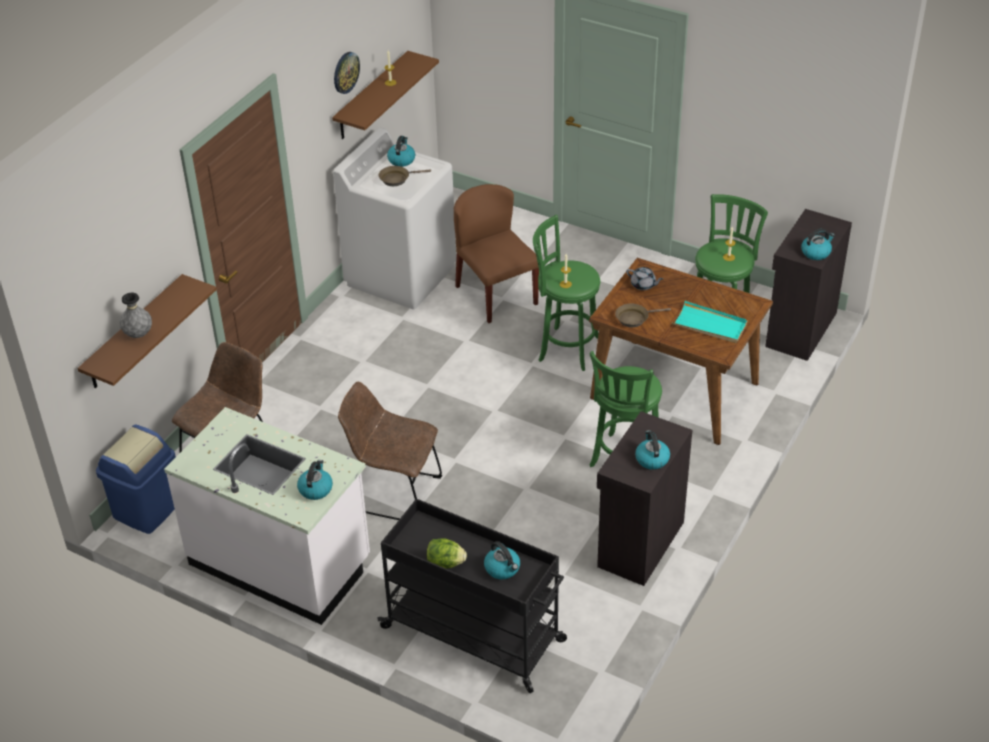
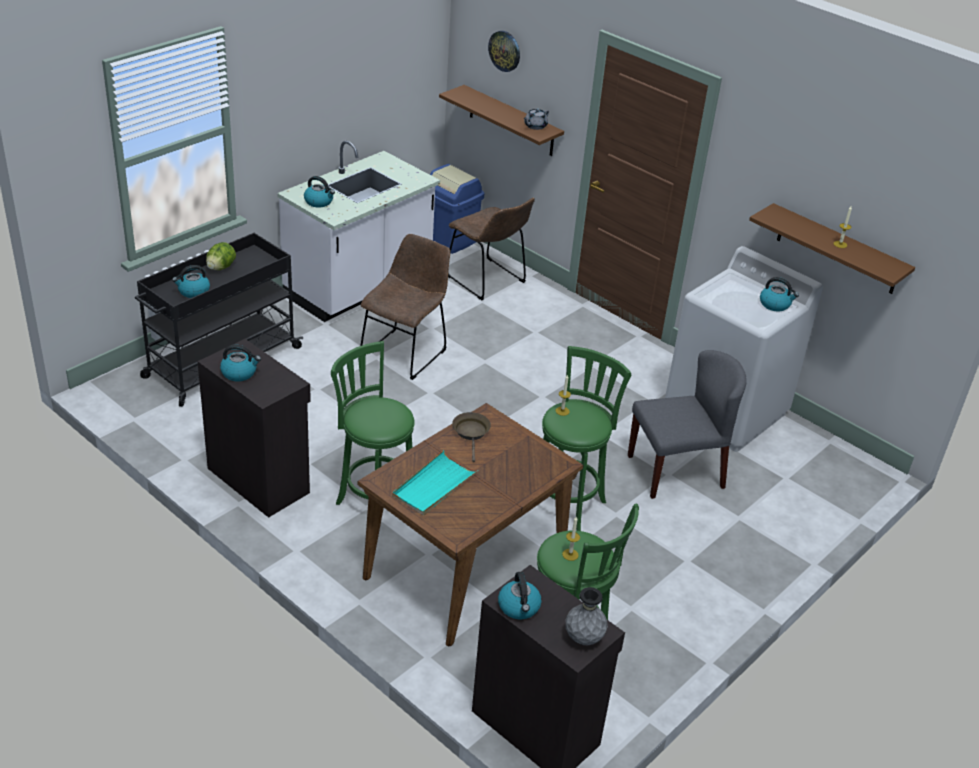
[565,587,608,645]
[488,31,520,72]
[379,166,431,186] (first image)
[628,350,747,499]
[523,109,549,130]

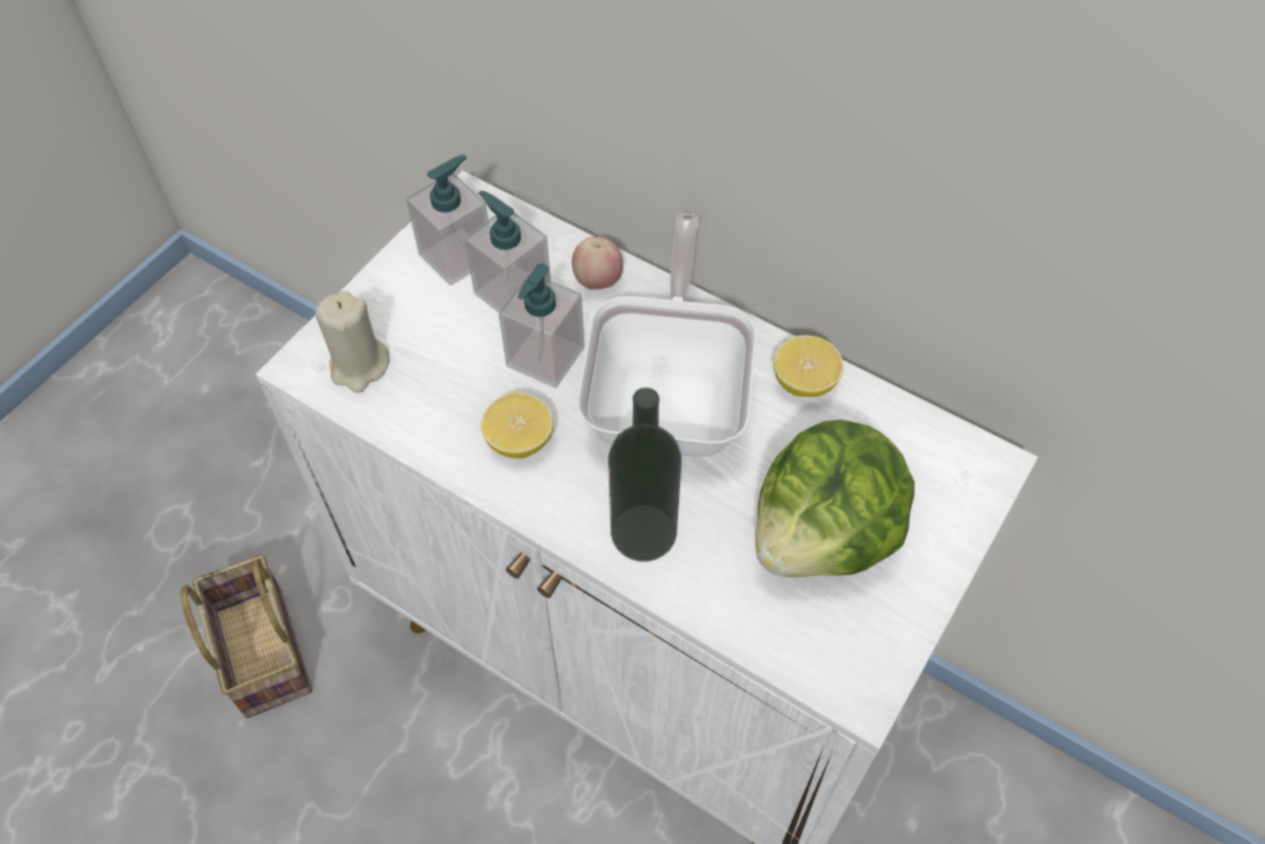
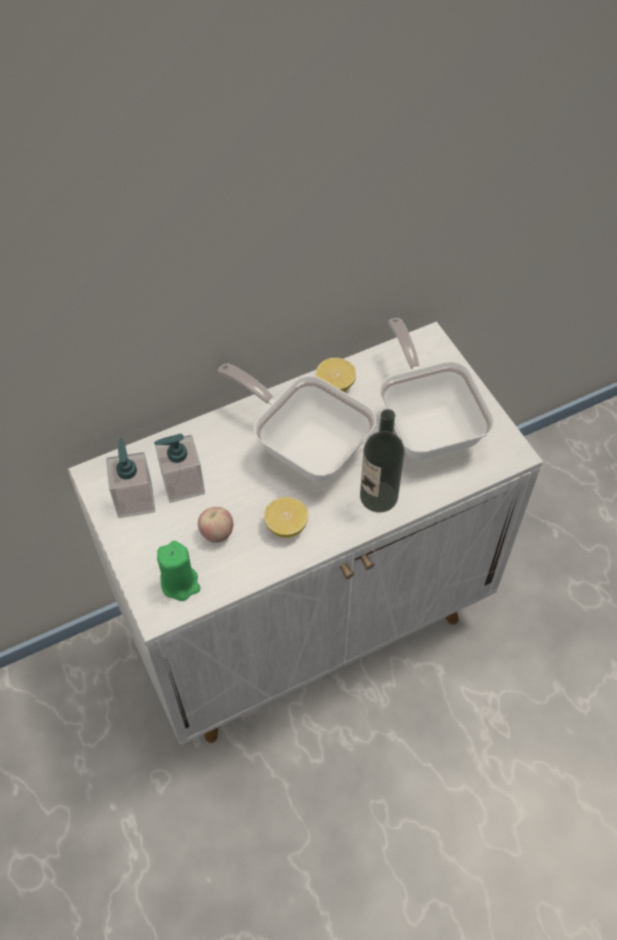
[181,555,312,718] (first image)
[157,541,201,601]
[498,263,585,388] (first image)
[198,507,233,543]
[379,318,495,461]

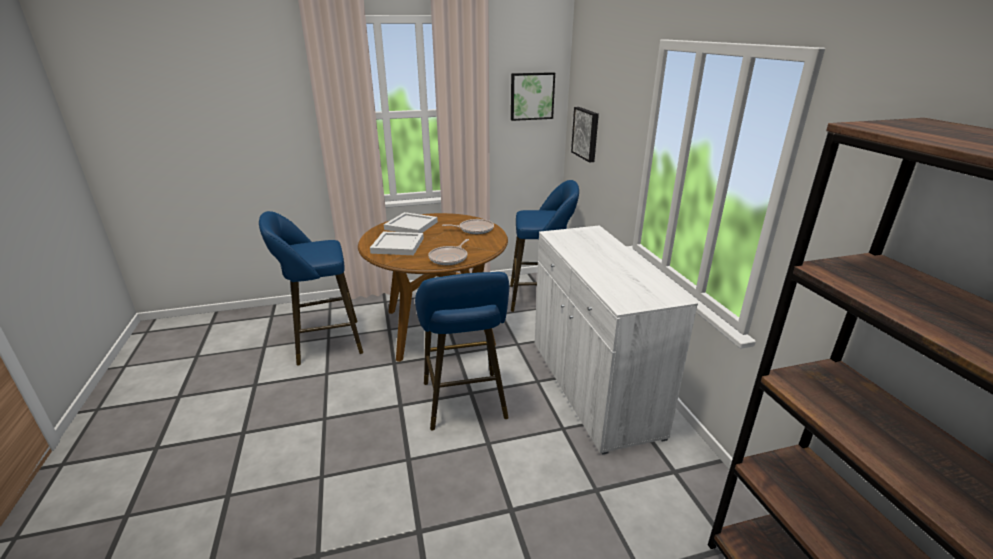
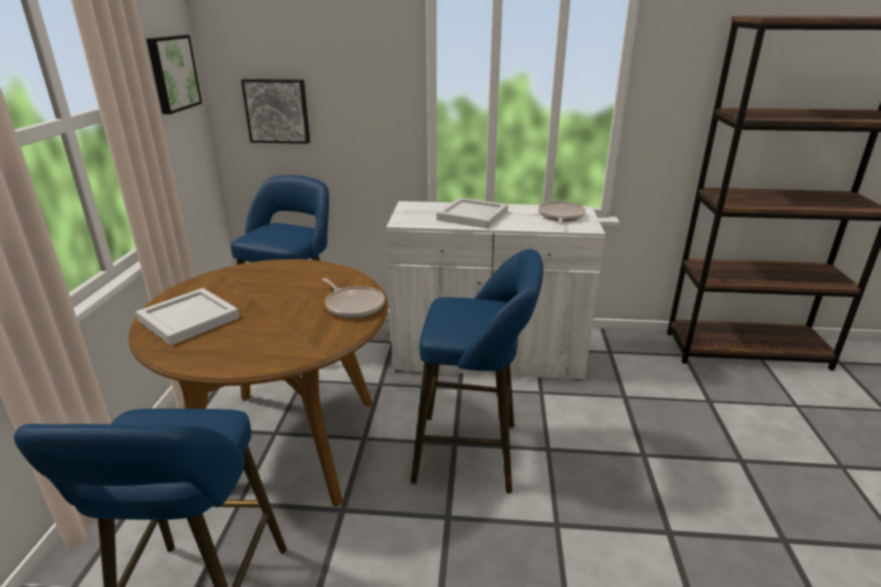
[437,197,508,229]
[538,201,586,224]

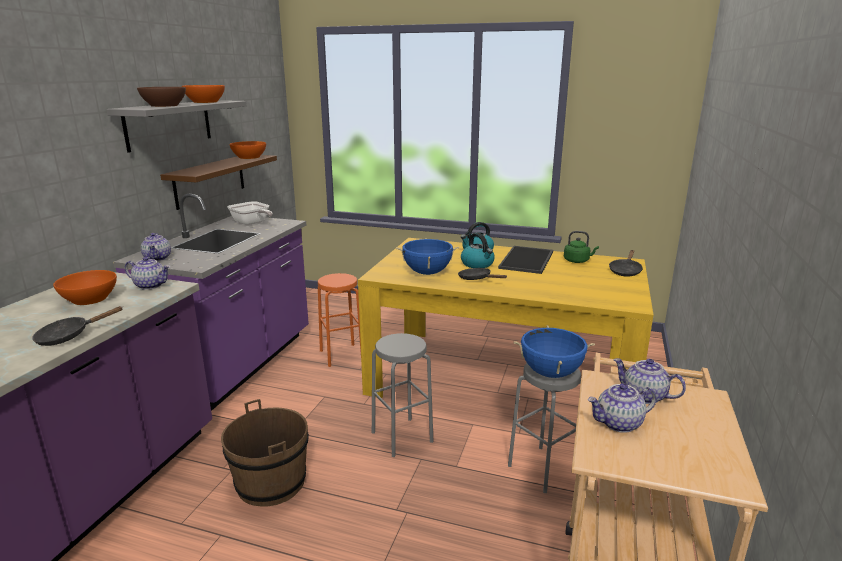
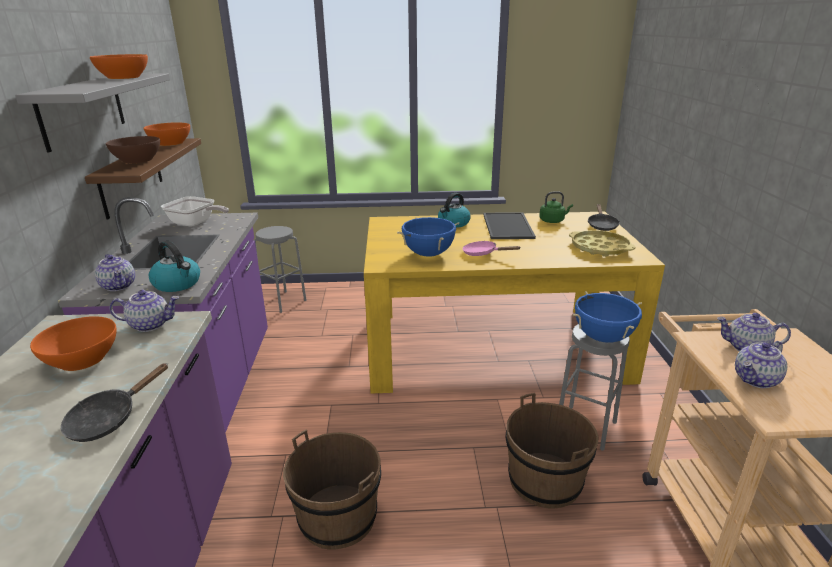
[106,136,160,163]
[318,273,361,367] (first image)
[254,226,306,313]
[462,241,521,256]
[149,241,200,292]
[505,393,598,509]
[569,230,636,257]

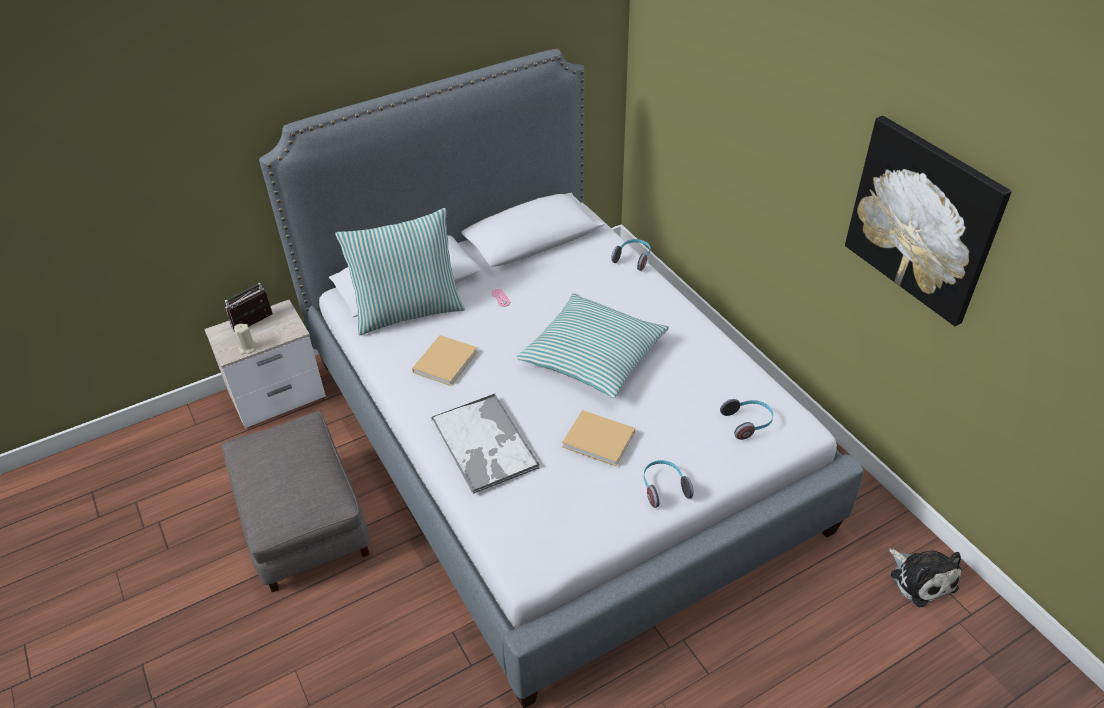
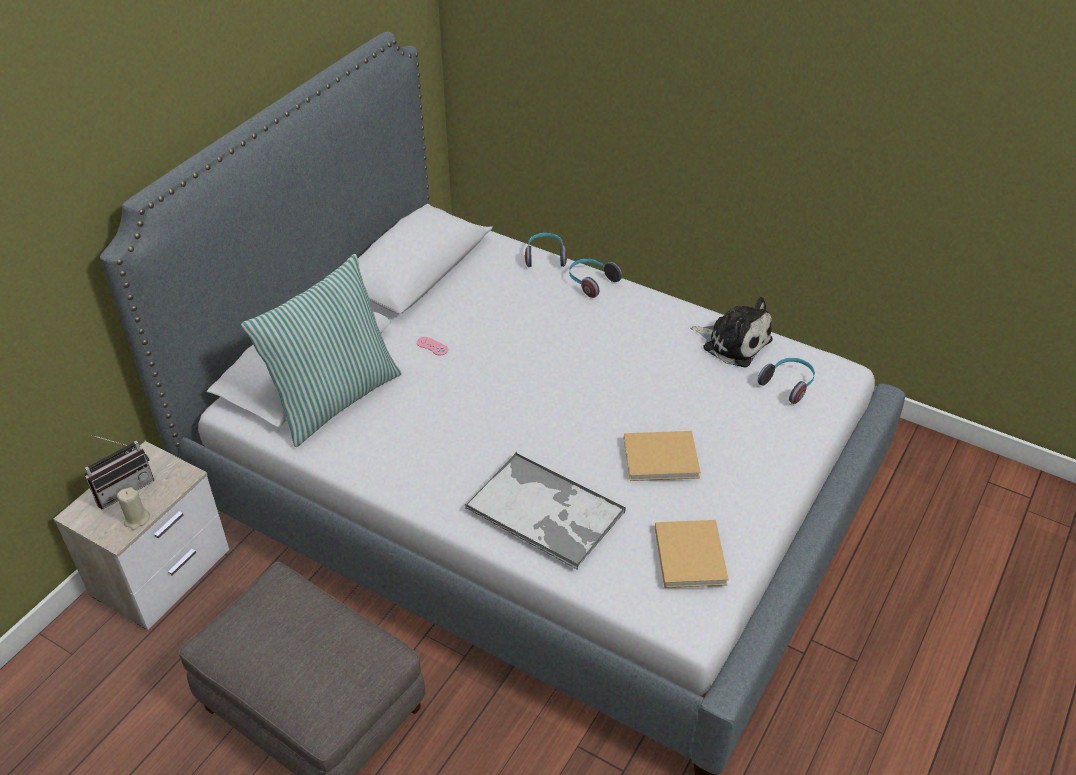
[84,435,154,509]
[655,520,729,588]
[516,293,669,398] (first image)
[569,259,622,298]
[845,116,1012,326] (first image)
[690,297,773,367]

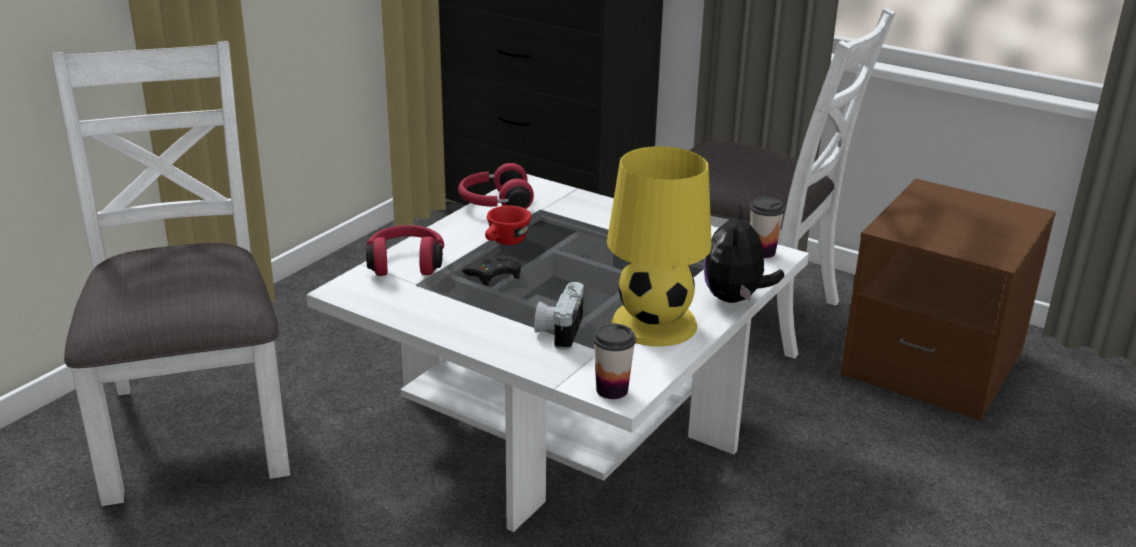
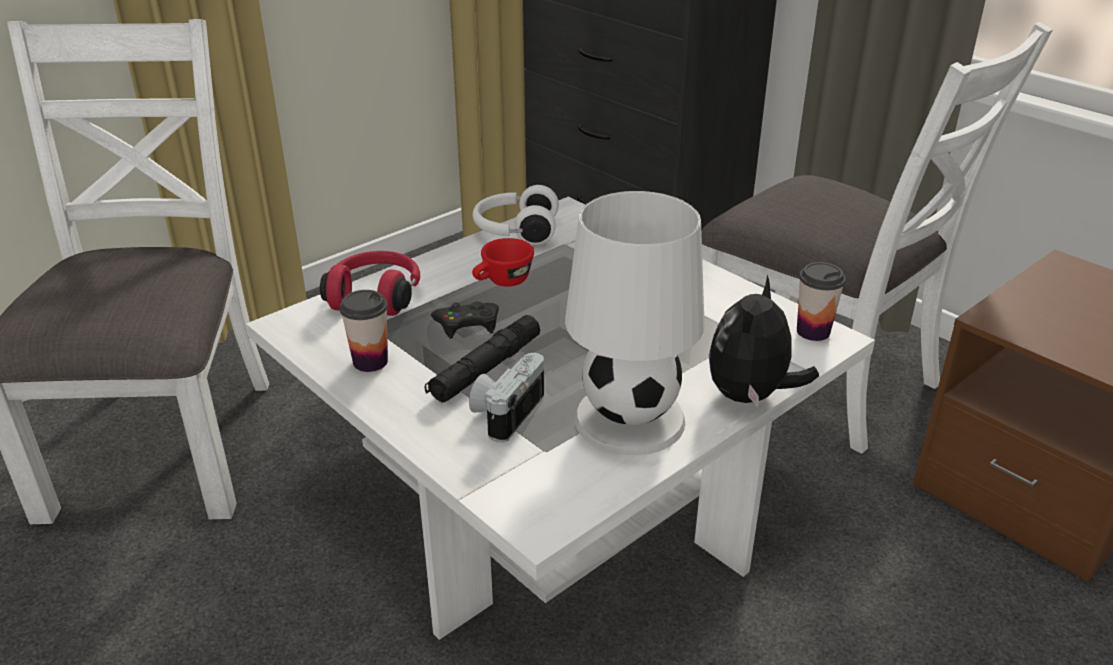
[473,185,559,245]
[339,290,388,372]
[565,191,705,455]
[424,315,540,403]

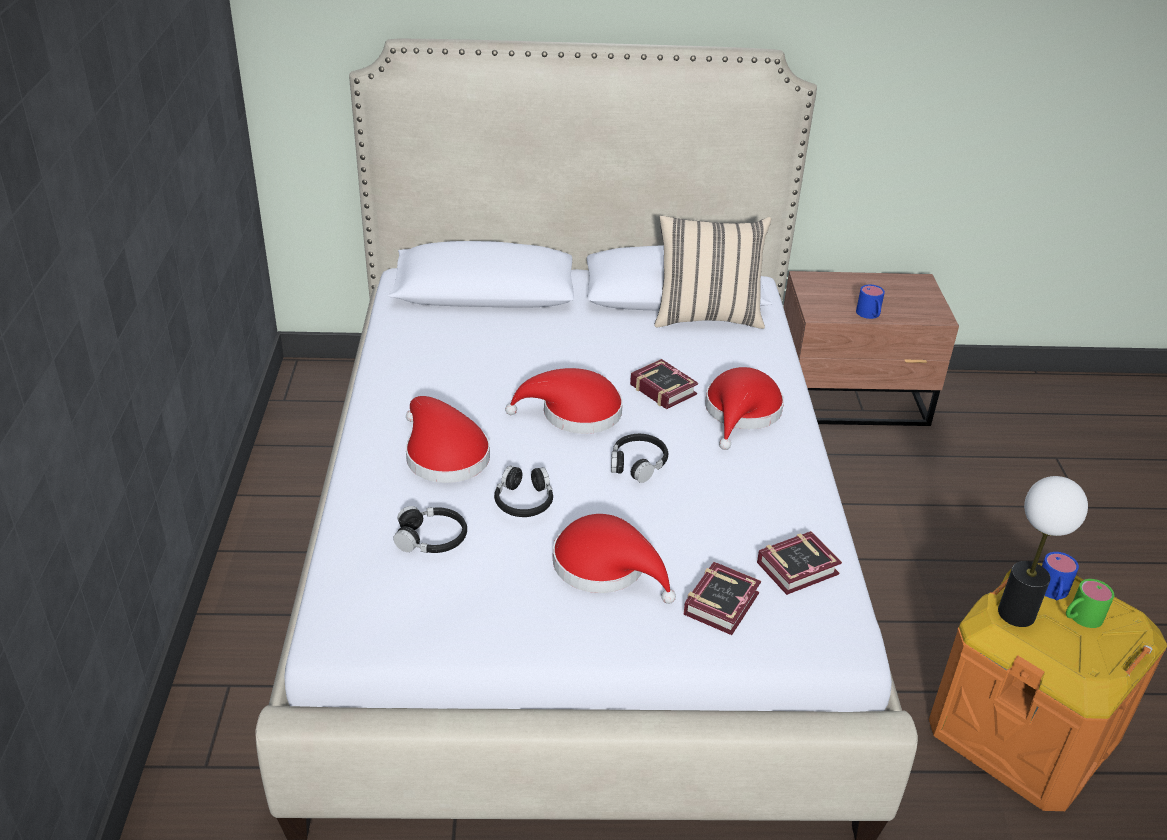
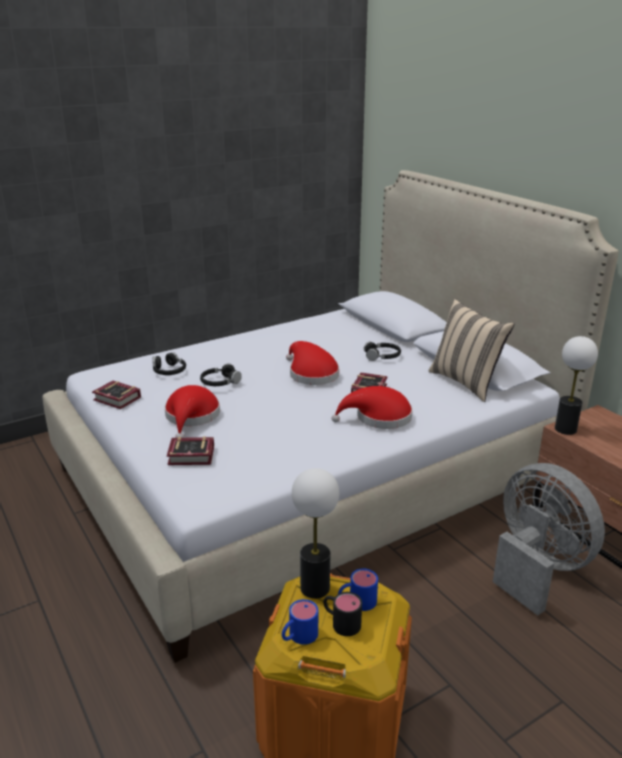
[406,396,490,483] (first image)
[364,341,401,361]
[92,381,141,409]
[282,599,318,645]
[323,592,362,636]
[493,463,605,616]
[555,336,598,435]

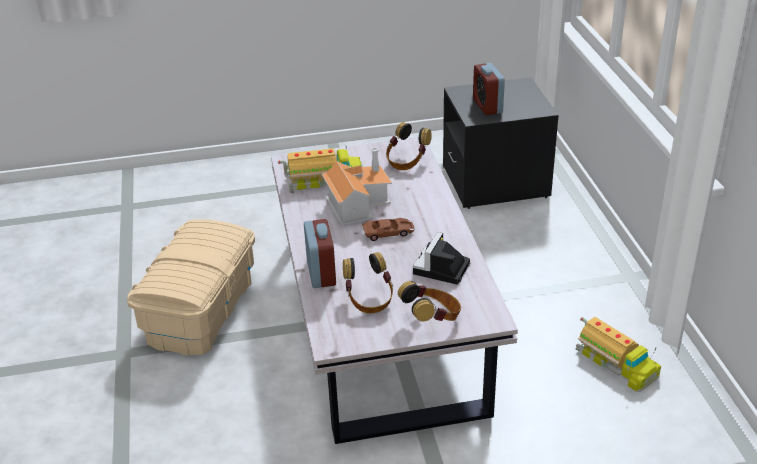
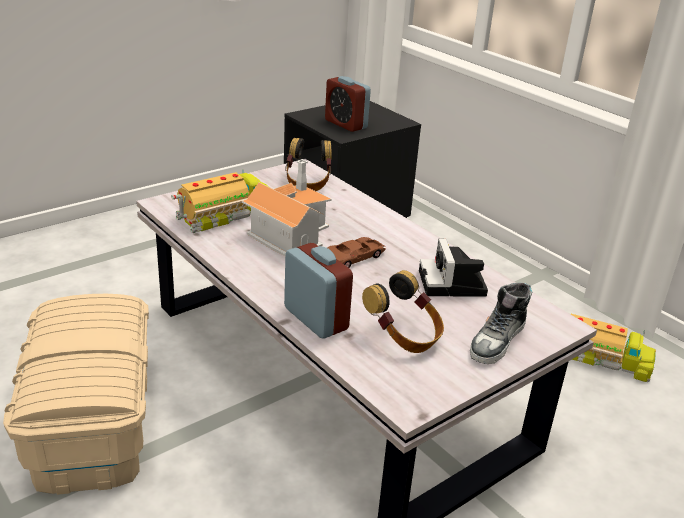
[470,283,532,364]

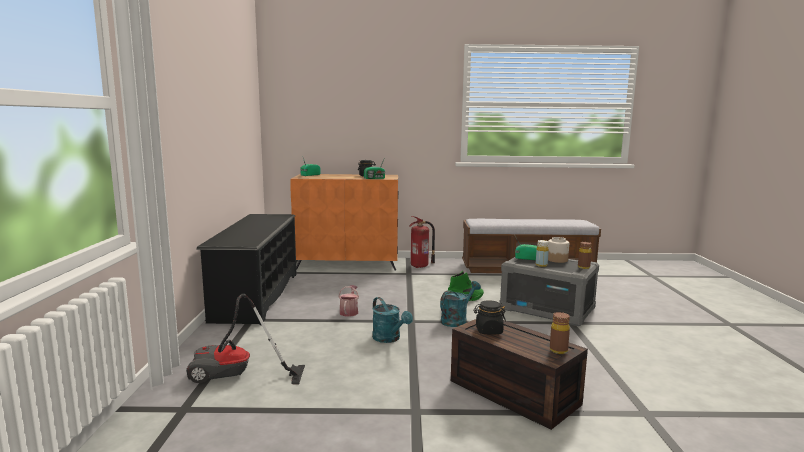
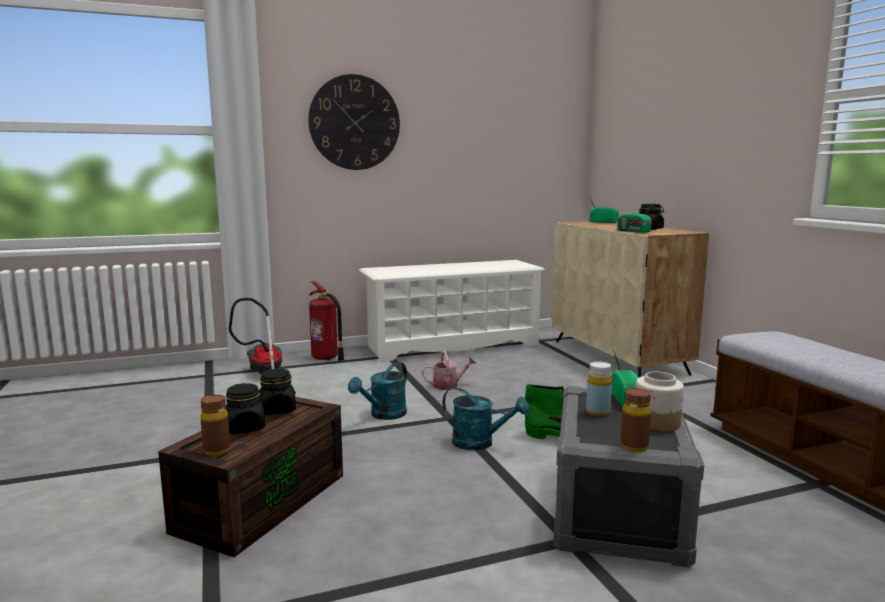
[359,260,545,362]
[551,221,709,377]
[309,281,344,361]
[225,383,265,434]
[308,74,400,170]

